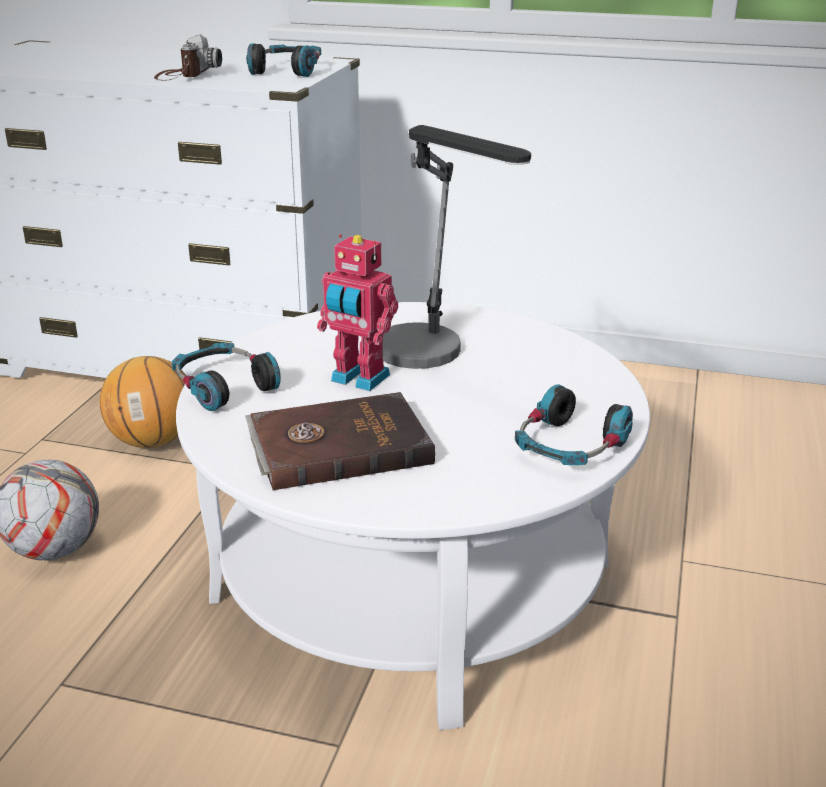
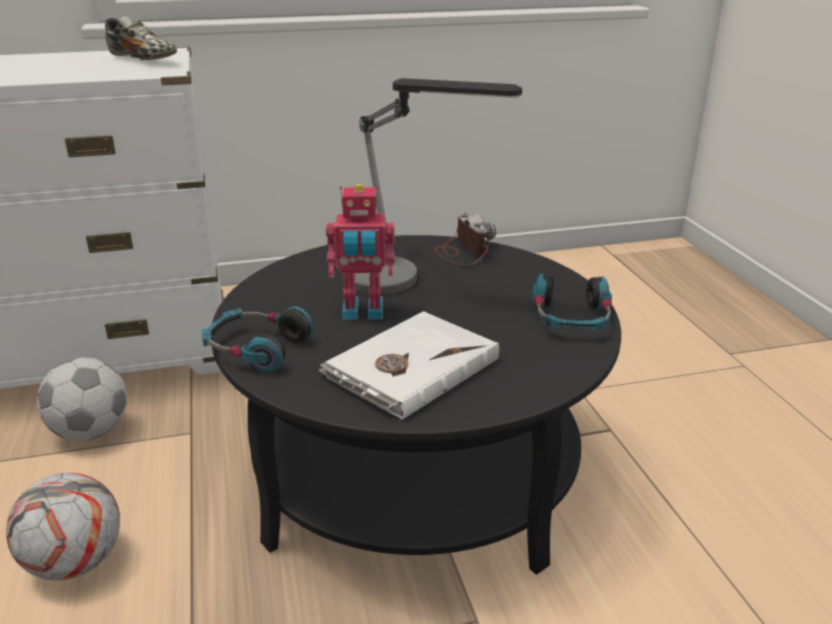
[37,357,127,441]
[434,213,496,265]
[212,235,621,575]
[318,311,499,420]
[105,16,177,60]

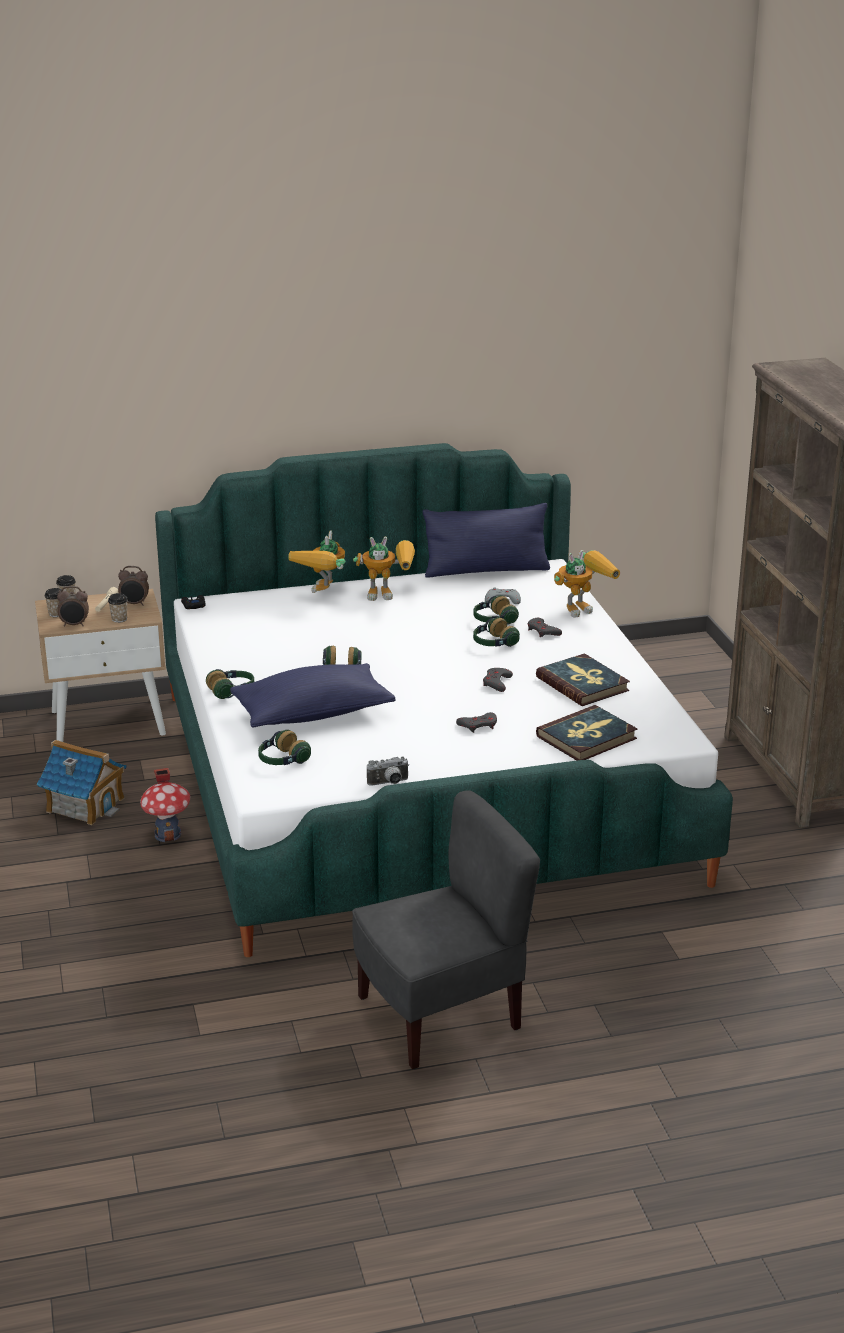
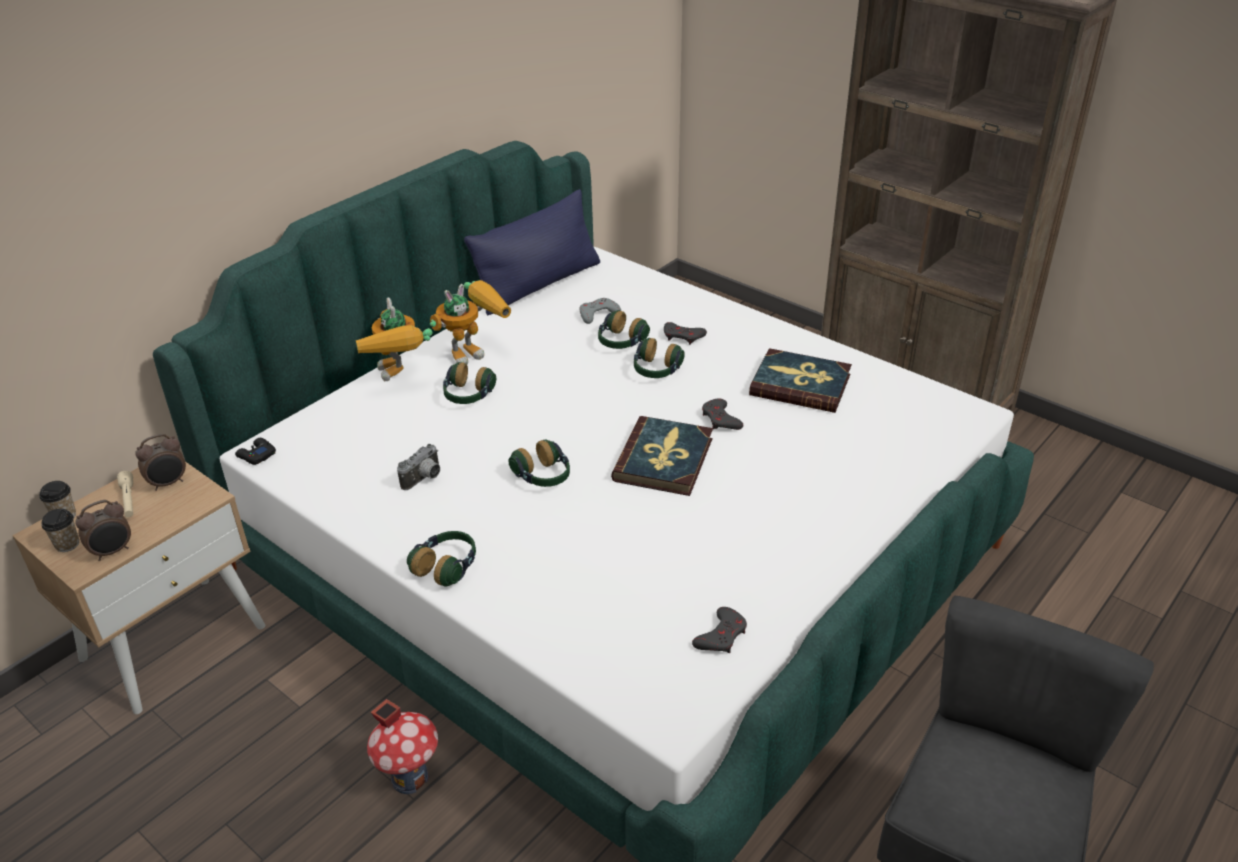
[37,740,127,825] (first image)
[108,593,128,623] (first image)
[230,663,396,727] (first image)
[443,362,496,404]
[397,444,440,490]
[692,607,747,653]
[611,416,713,496]
[554,550,620,618] (first image)

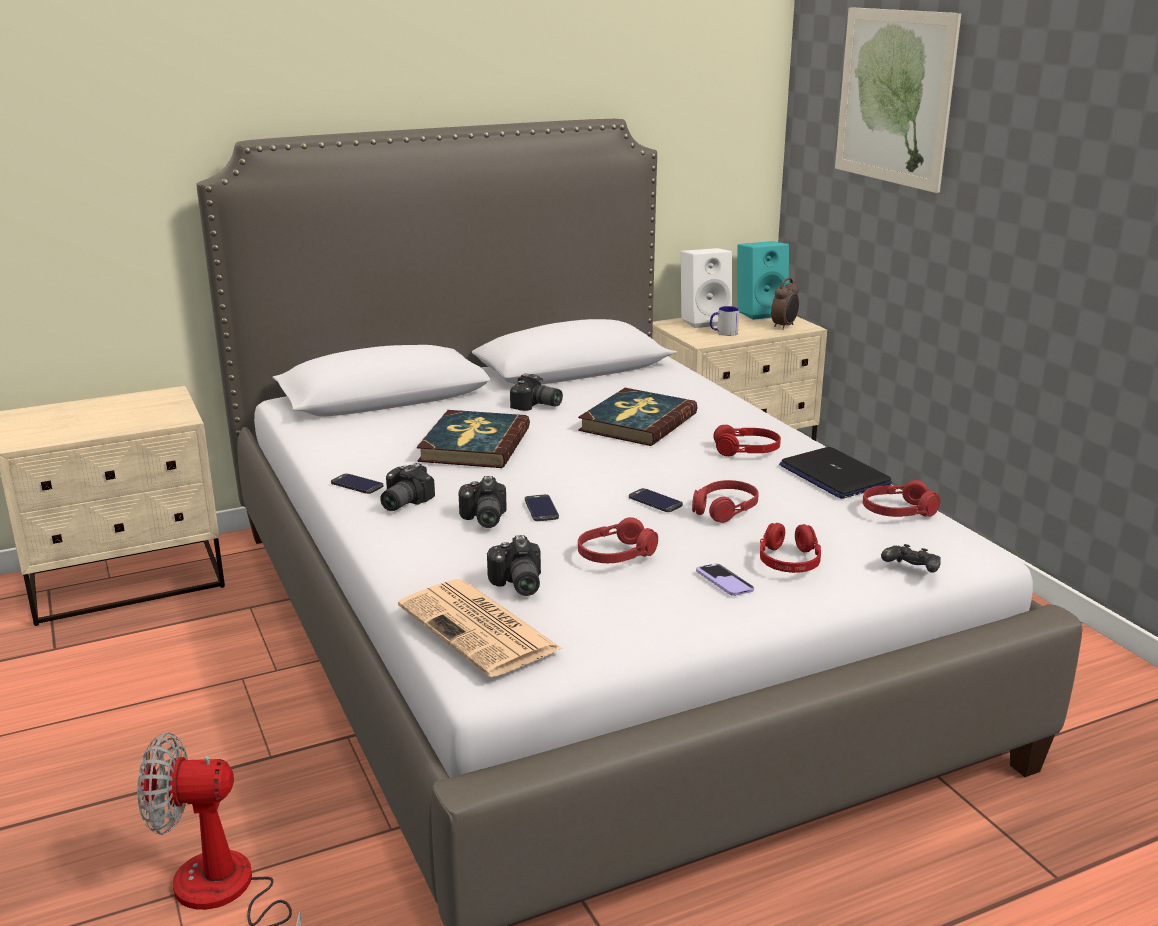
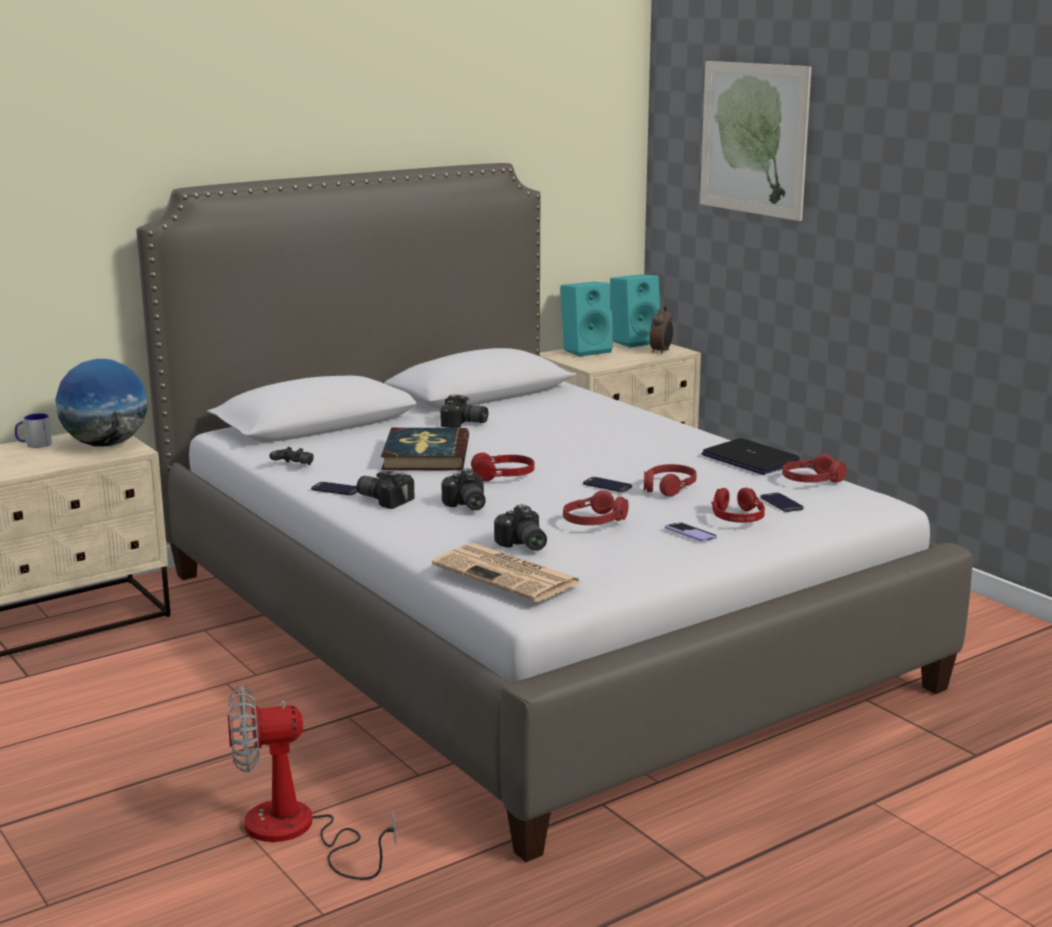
[357,471,414,509]
[760,492,804,512]
[578,388,697,446] (first image)
[560,282,613,357]
[15,413,52,448]
[471,452,534,481]
[269,447,314,465]
[55,359,147,447]

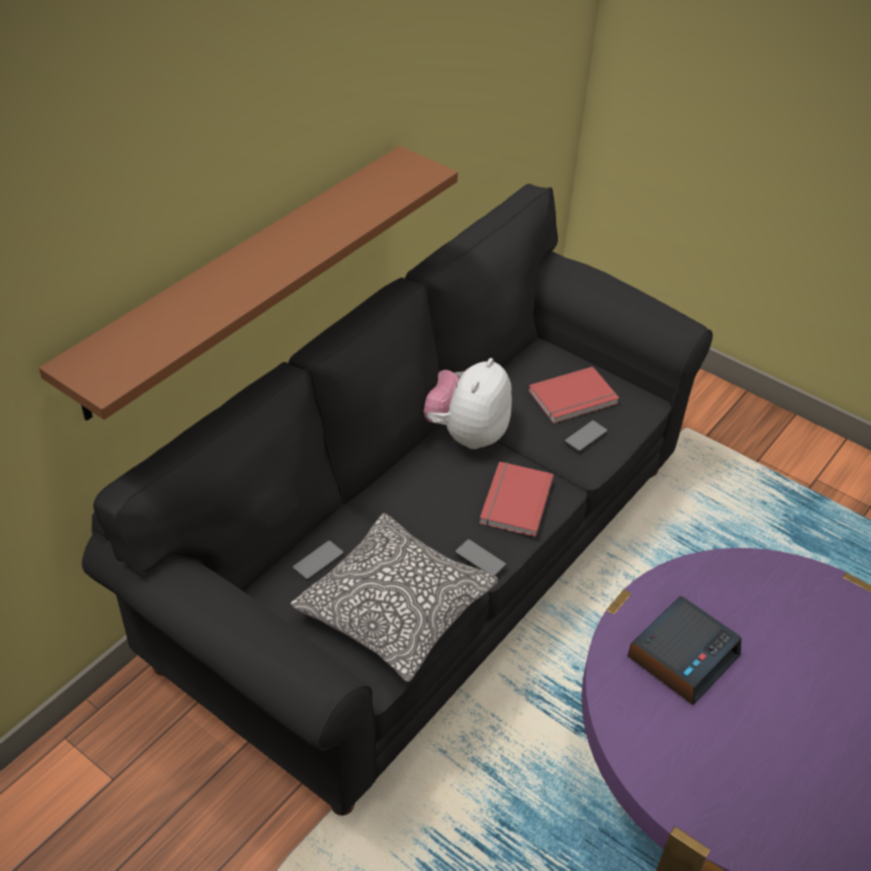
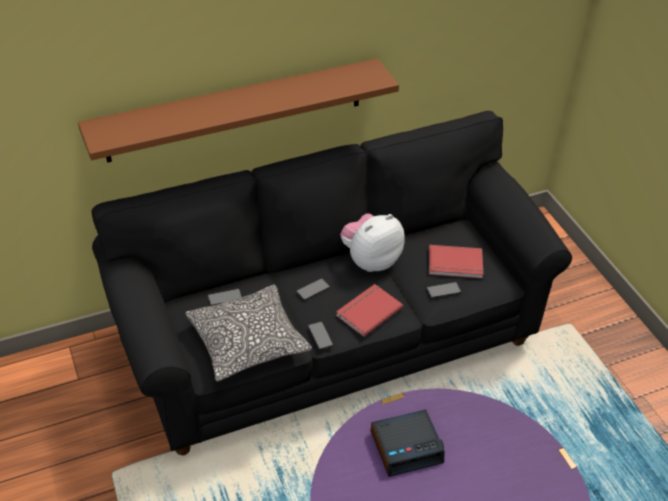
[296,278,330,300]

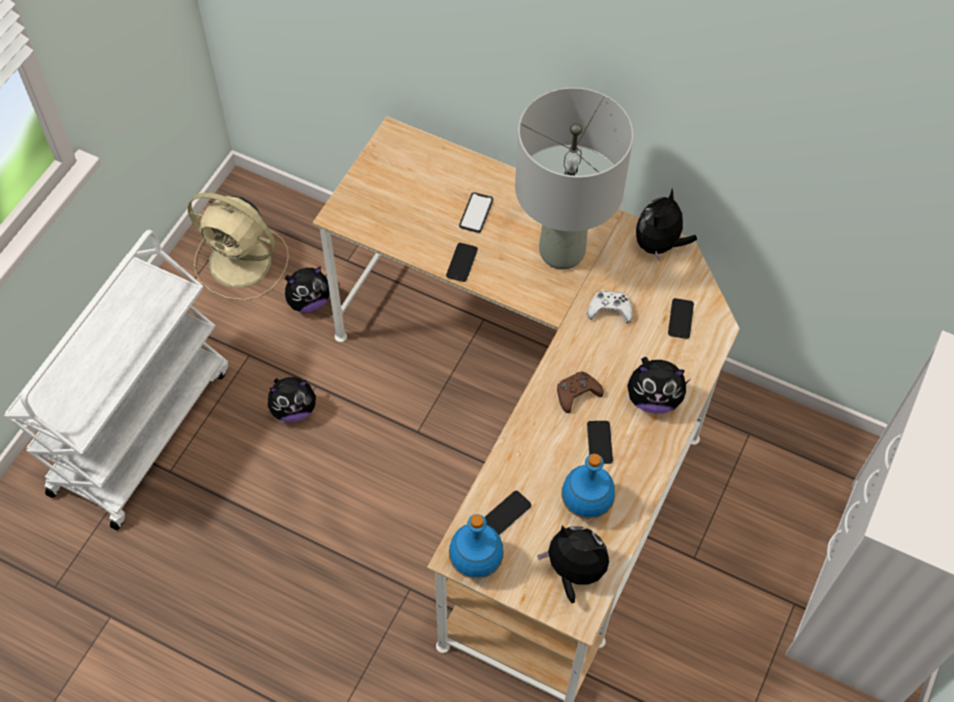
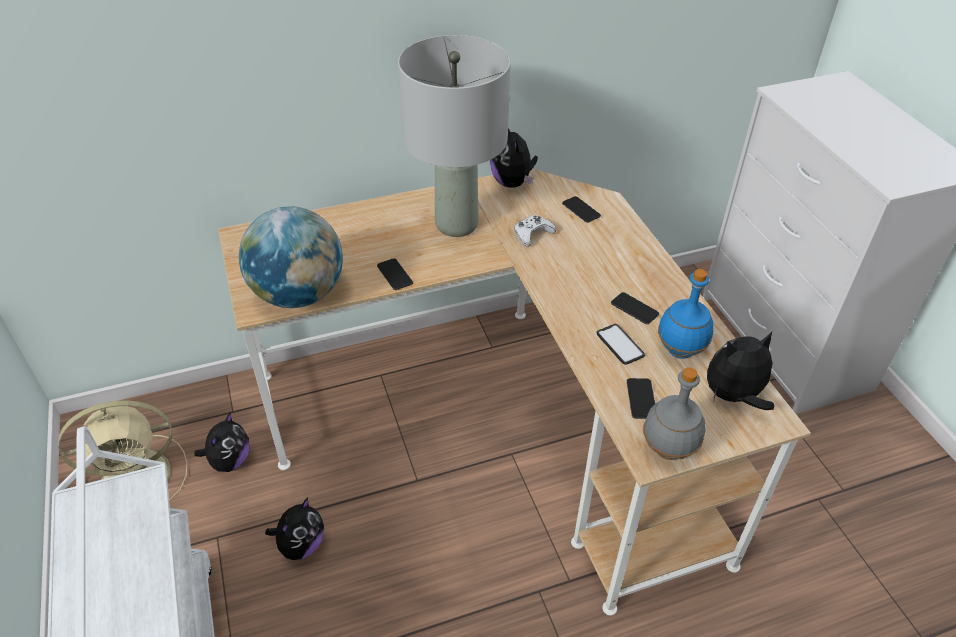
[643,367,706,460]
[597,324,645,365]
[557,371,604,413] (first image)
[627,357,690,414] (first image)
[239,206,343,308]

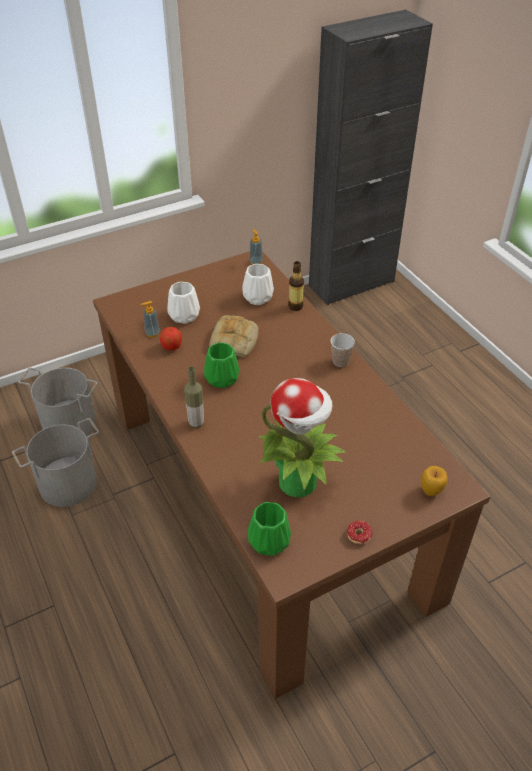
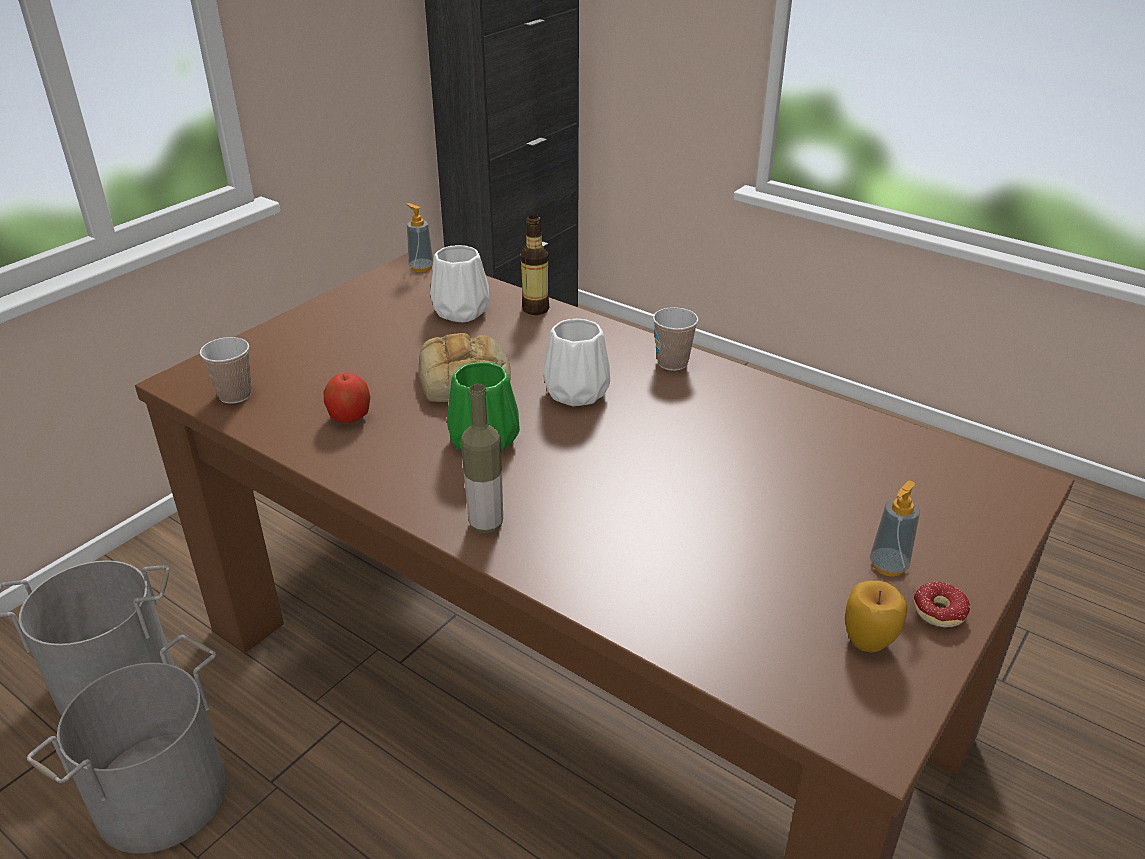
[870,481,920,576]
[543,319,610,406]
[248,502,291,556] (first image)
[259,378,346,497] (first image)
[845,581,907,653]
[200,337,251,404]

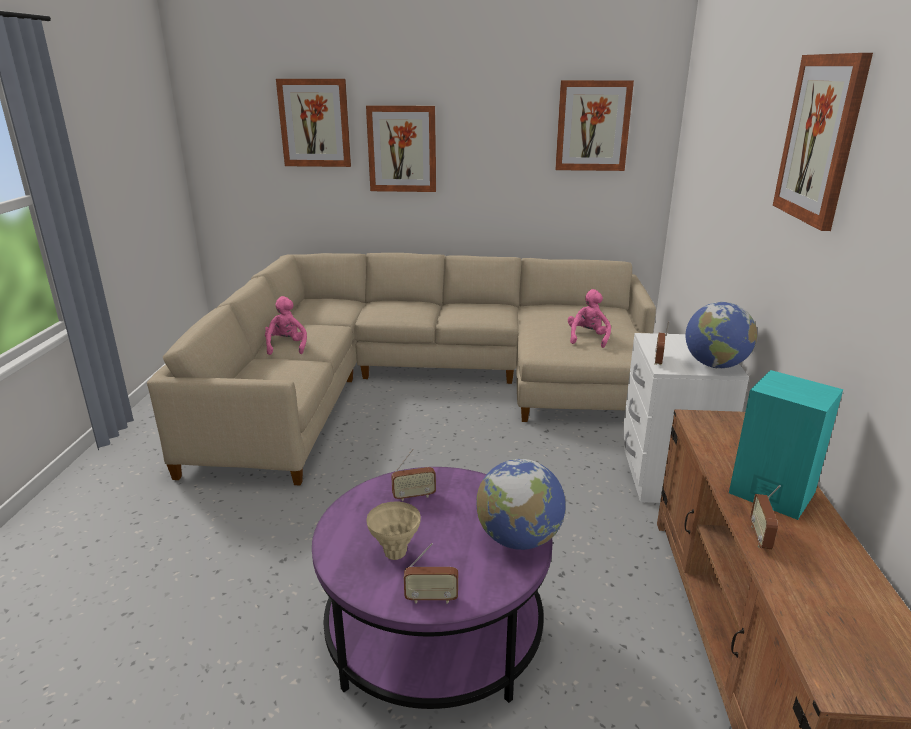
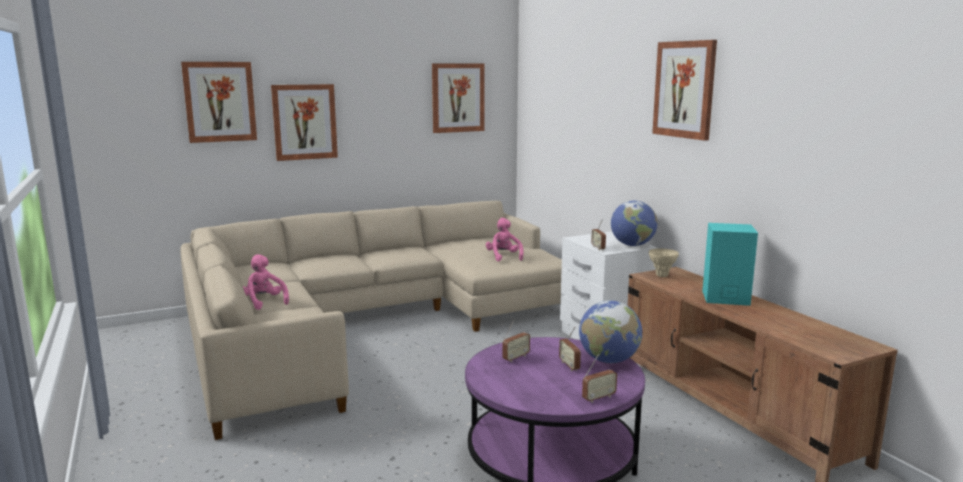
[649,248,679,277]
[559,327,581,371]

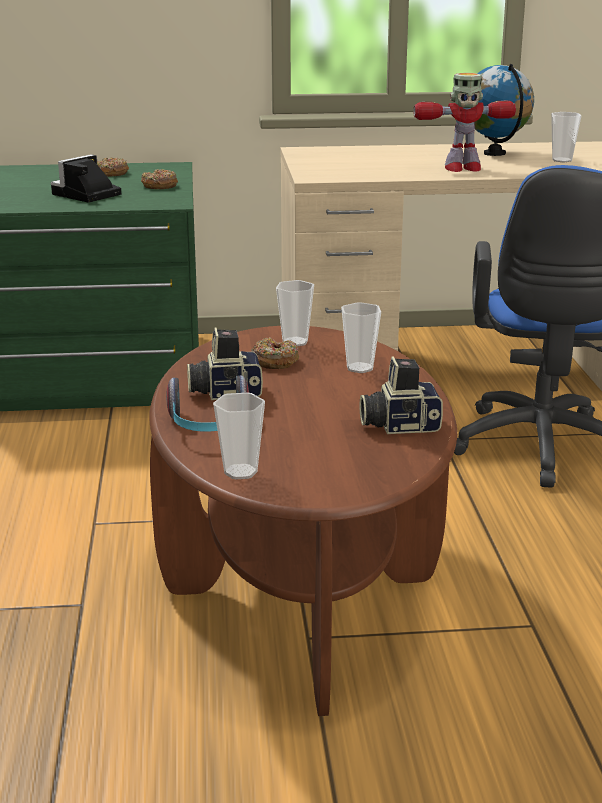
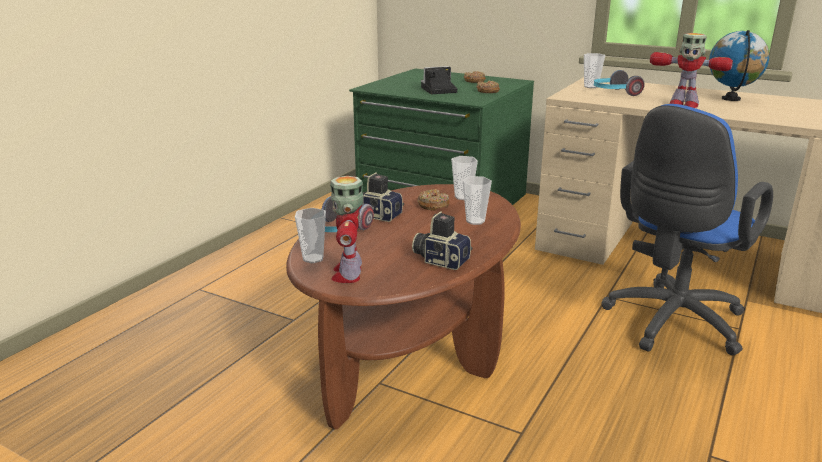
[584,53,605,88]
[330,176,363,283]
[594,70,645,96]

